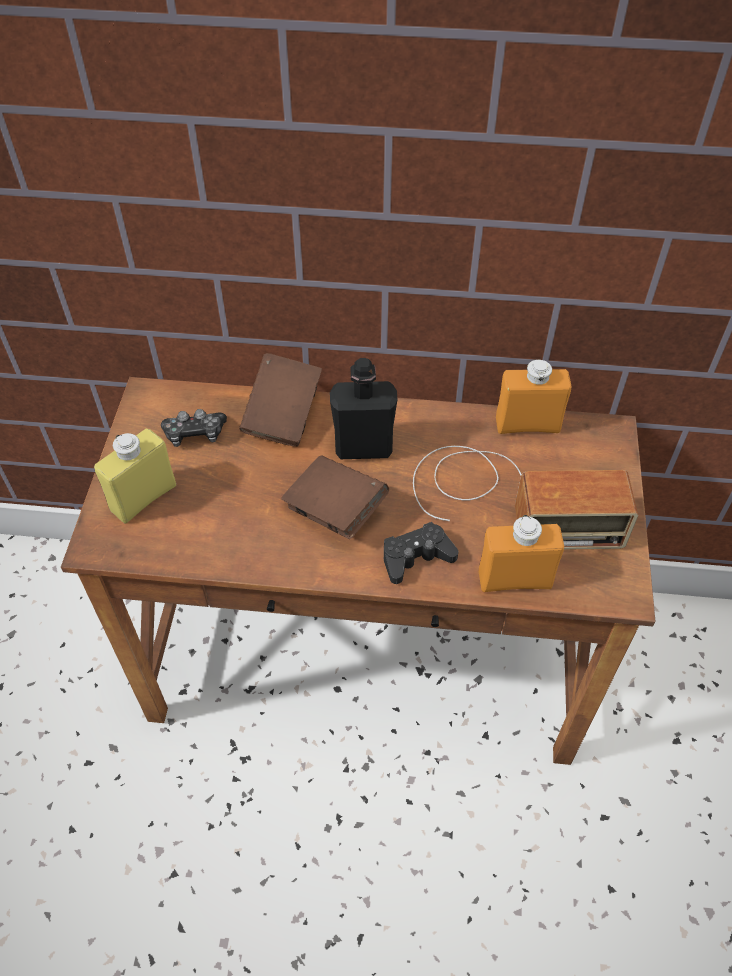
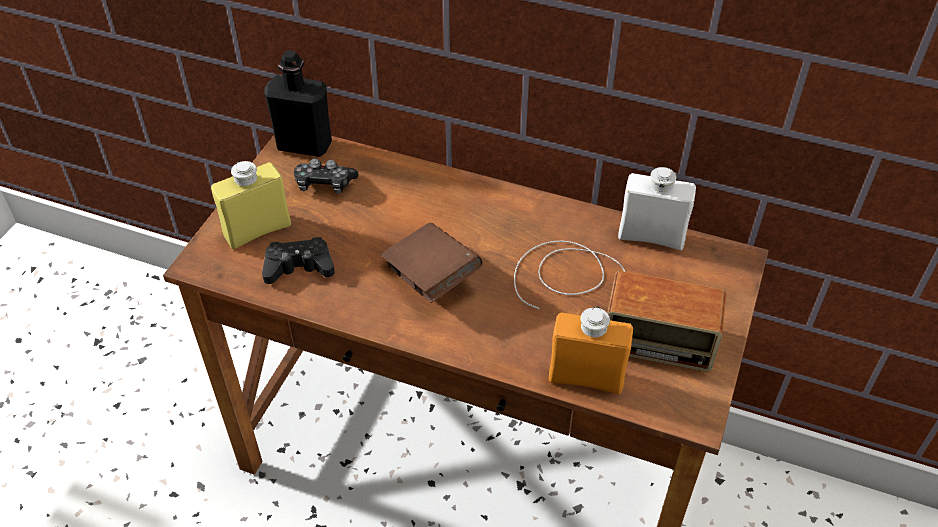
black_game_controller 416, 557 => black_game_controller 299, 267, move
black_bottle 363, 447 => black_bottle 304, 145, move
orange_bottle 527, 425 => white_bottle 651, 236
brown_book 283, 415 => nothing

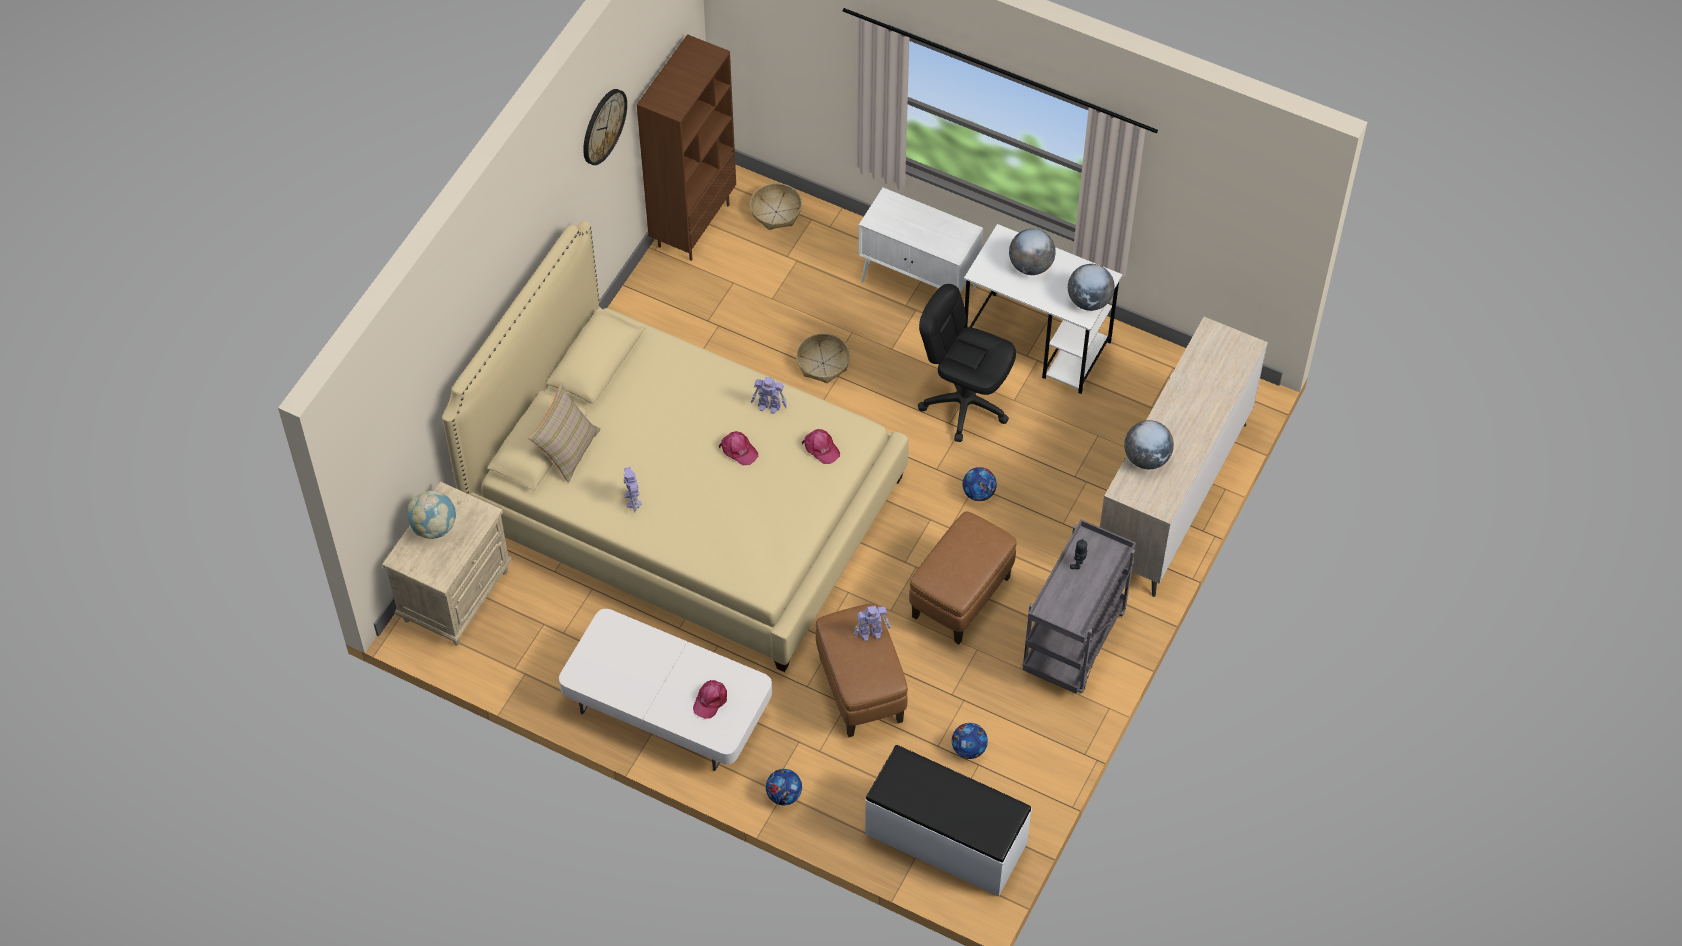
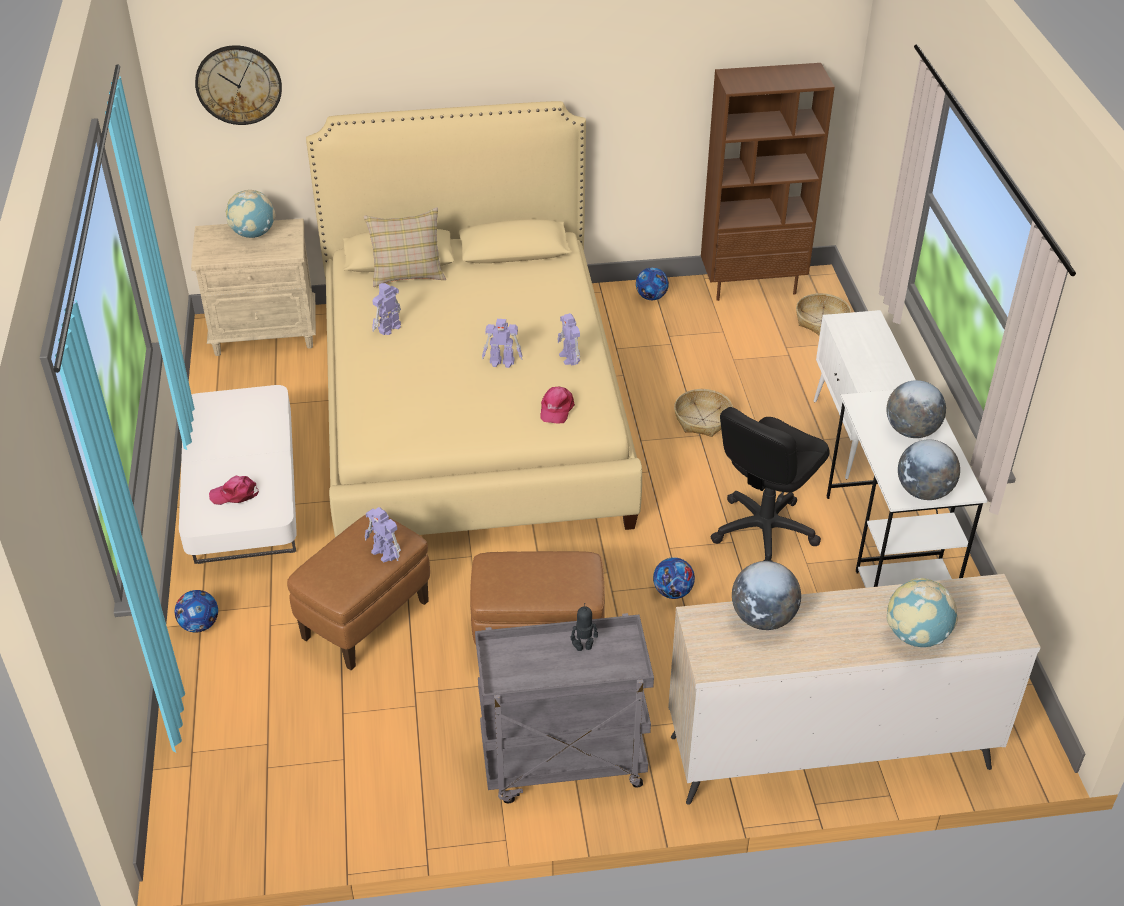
wall_clock 603, 126 => wall_clock 238, 84, move
pink_cap 738, 450 => toy_robot 502, 362
football 969, 749 => football 651, 297, move
black_office_chair 965, 403 => black_office_chair 763, 531, 135 degrees counterclockwise
nothing => globe 916, 635
white_bench 945, 839 => nothing

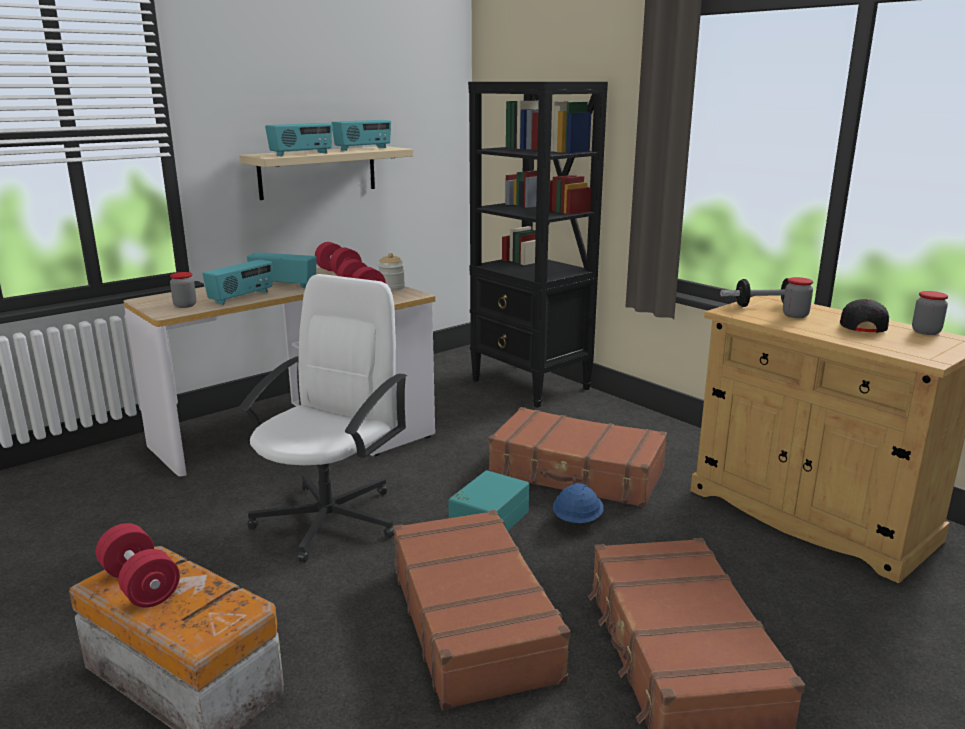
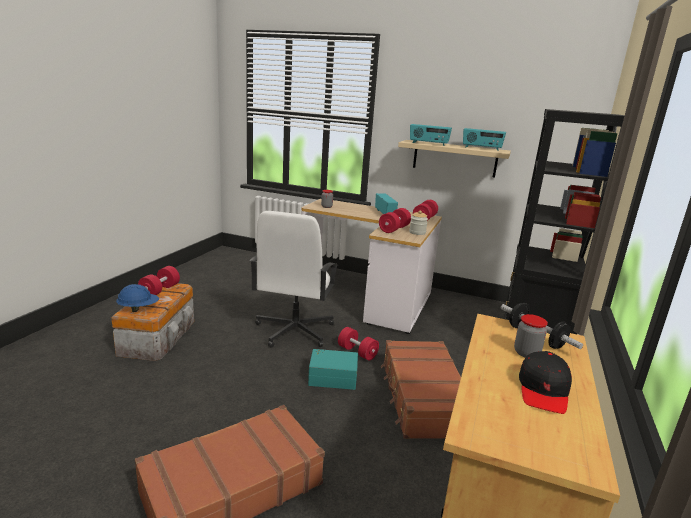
blue_hard_hat 577, 521 => blue_hard_hat 138, 309, move
white_office_chair 330, 519 => white_office_chair 294, 331, 105 degrees clockwise
nothing => red_dumbbell 357, 352
black_cap 861, 326 => black_cap 543, 390, 120 degrees clockwise
radio 242, 297 => nothing
brown_suitcase 474, 620 => nothing
jar 926, 332 => nothing

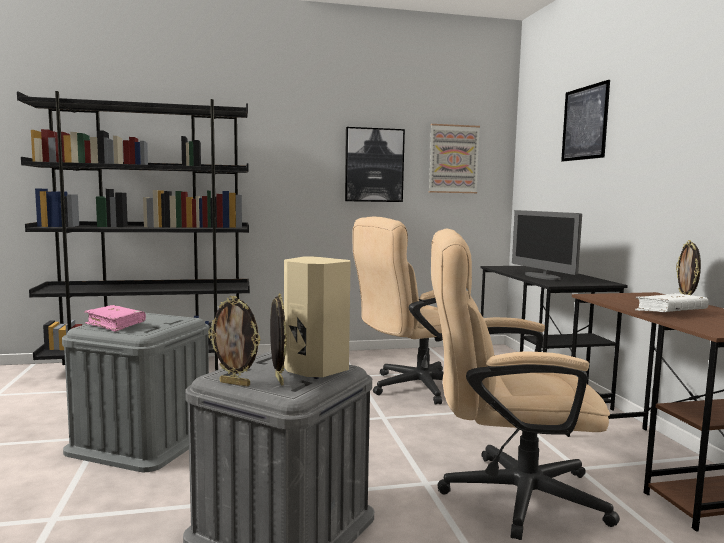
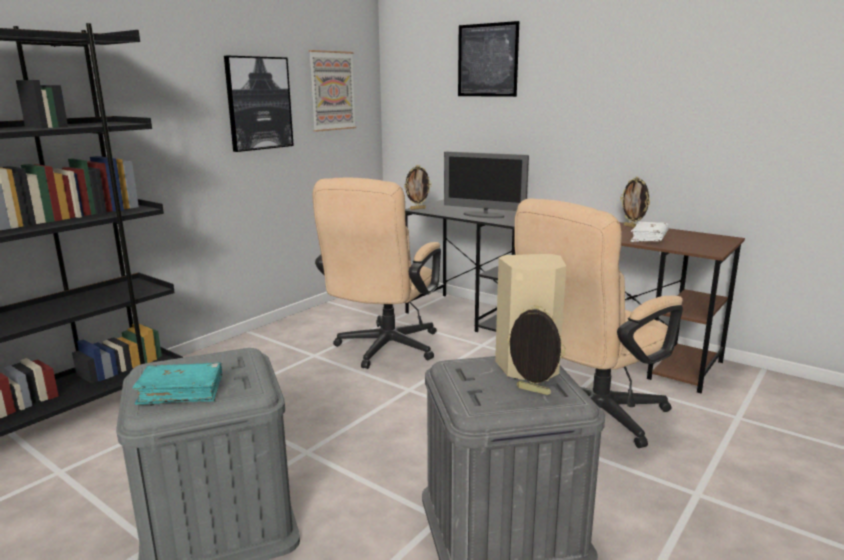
pink_book 115, 324 => turquoise_book 181, 392
picture_frame 235, 383 => picture_frame 417, 208, move

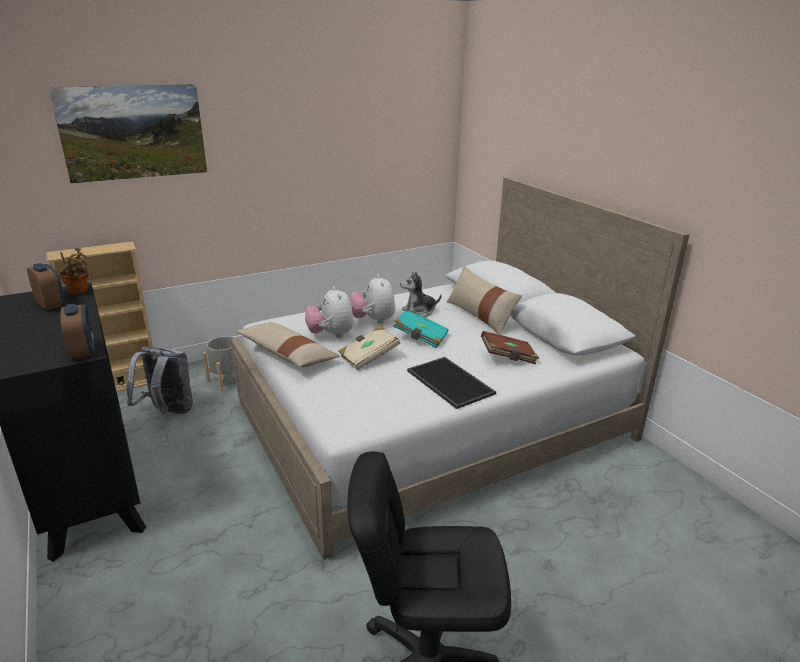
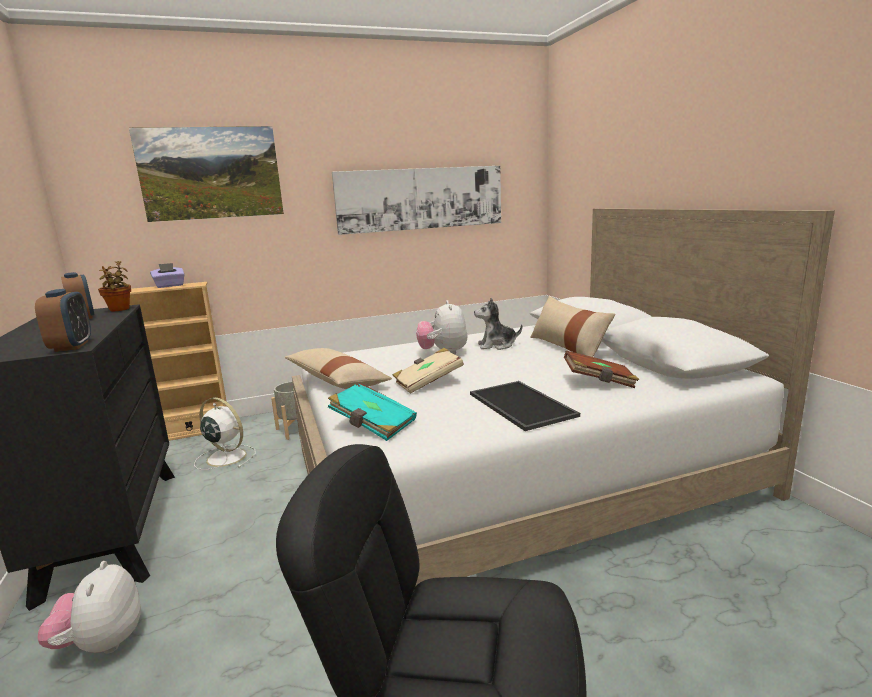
plush_toy 331, 335 => plush_toy 102, 643, move
nothing => purple_tissue_box 170, 286
grey_backpack 167, 412 => white_fan 225, 457
turquoise_book 420, 338 => turquoise_book 373, 425, move
nothing => picture 421, 199

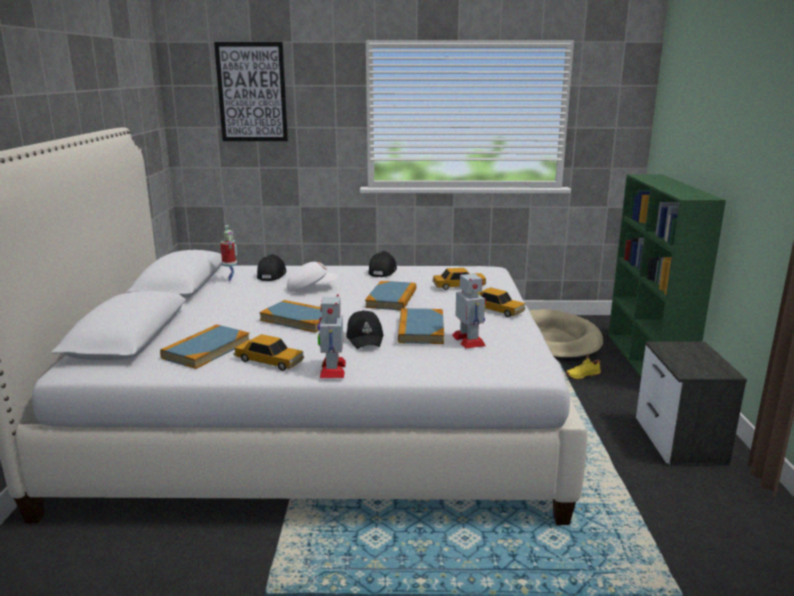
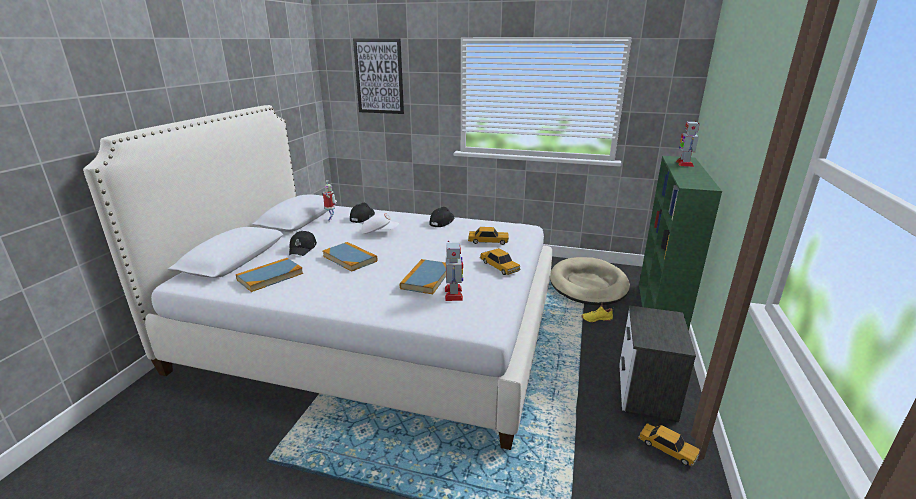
black_cap 365, 338 => black_cap 303, 248, move
toy_car 269, 361 => toy_car 667, 448, move
toy_robot 332, 369 => toy_robot 684, 164, move
book 391, 298 => nothing

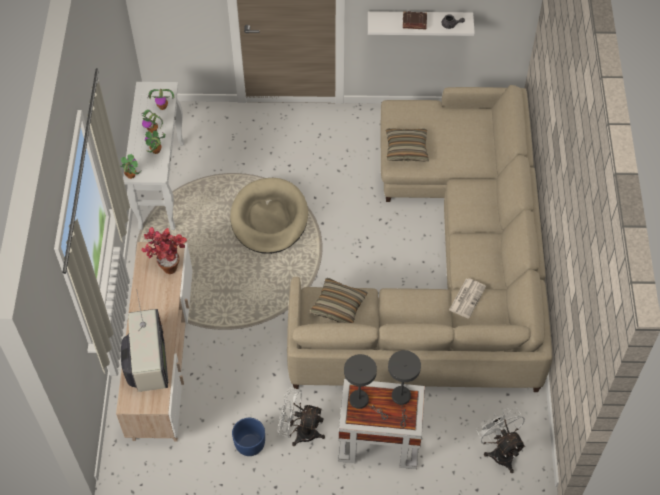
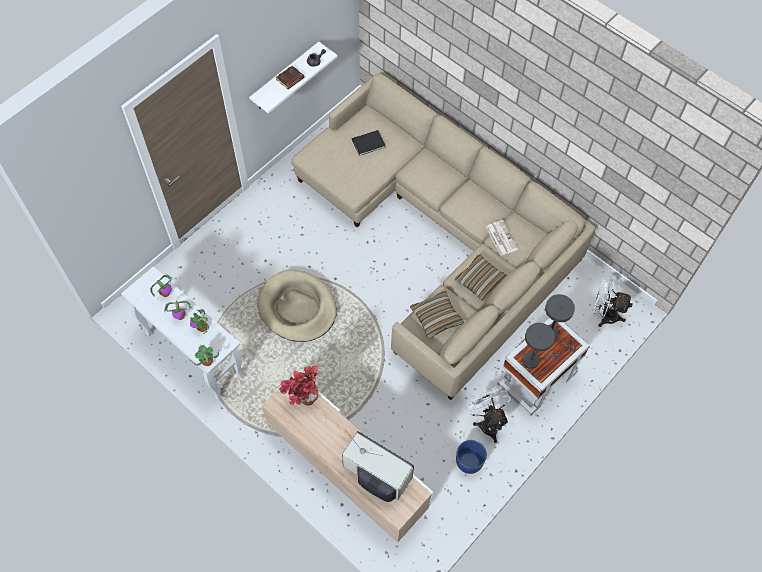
nothing => black_book 369, 144
pillow 406, 149 => pillow 481, 281, move
white_fan 300, 431 => white_fan 487, 422, 105 degrees clockwise

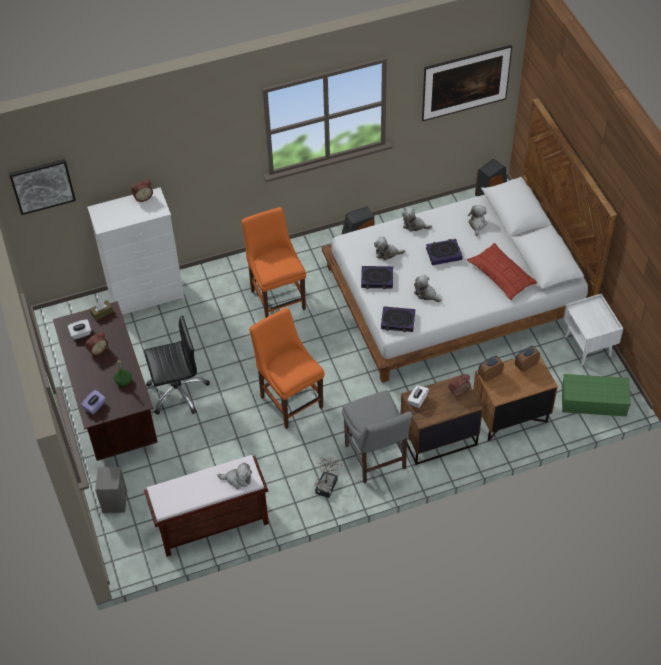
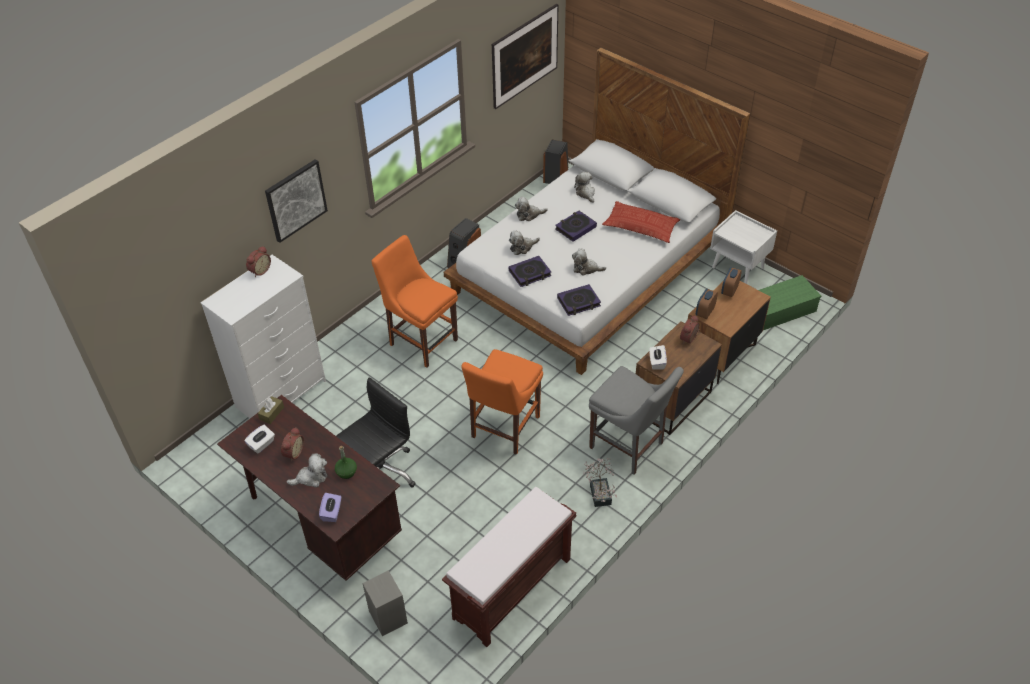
picture 42, 185 => picture 295, 200, move
plush_toy 237, 479 => plush_toy 311, 477, move
orange_chair 290, 399 => orange_chair 503, 429, 90 degrees counterclockwise

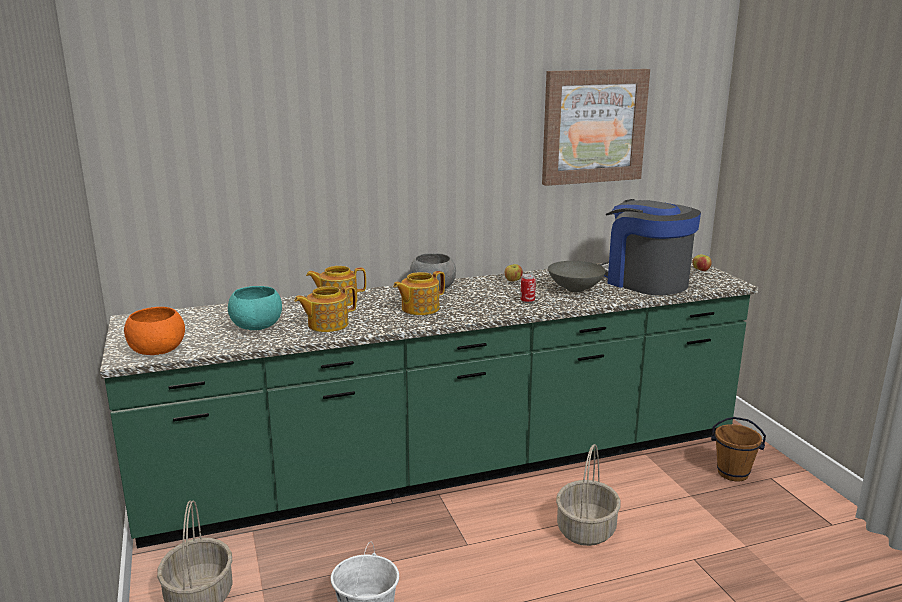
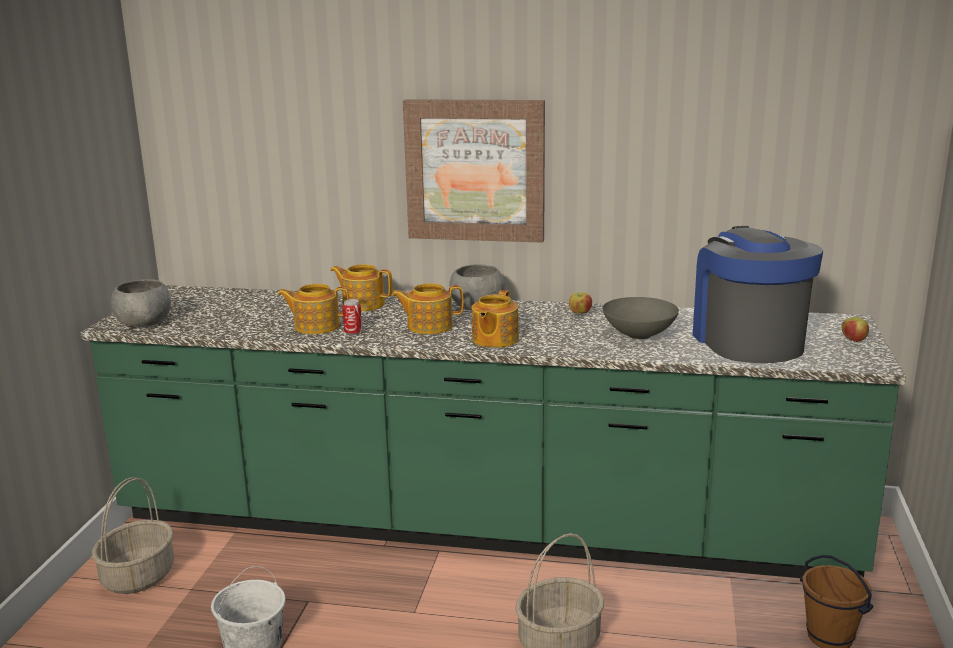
orange_bowl 157, 351 => grey_bowl 143, 323
can 527, 301 => can 353, 333, move
picture 593, 126 => picture 475, 170, move
nothing => teapot 494, 339
turquoise_bowl 256, 326 => nothing

